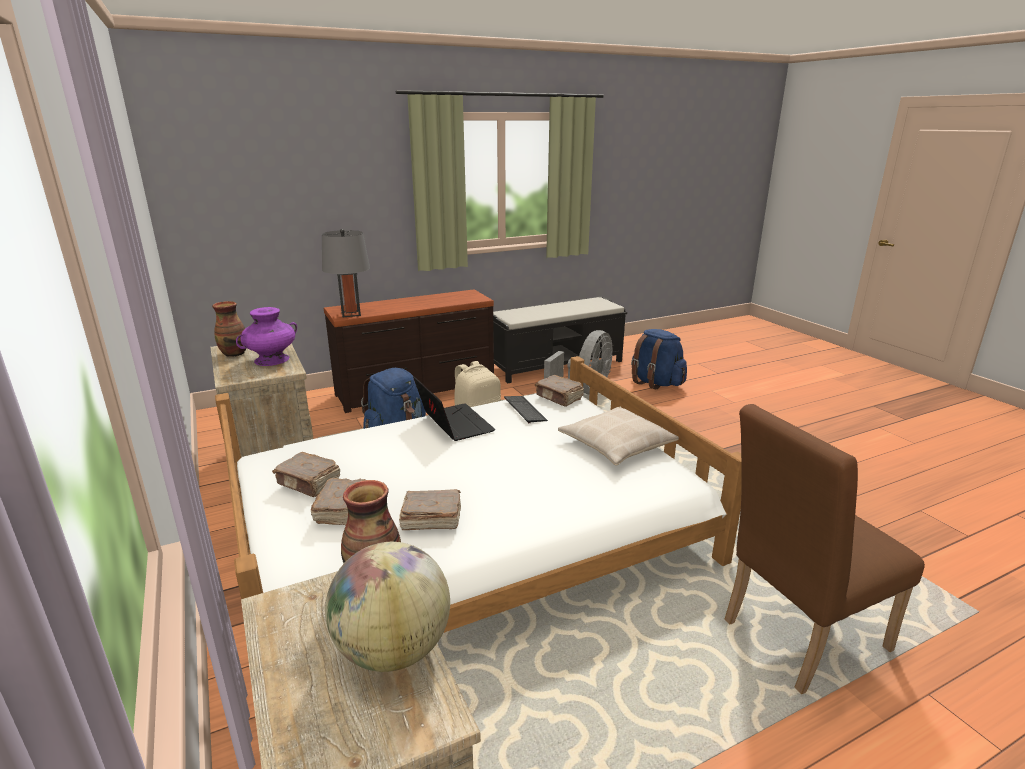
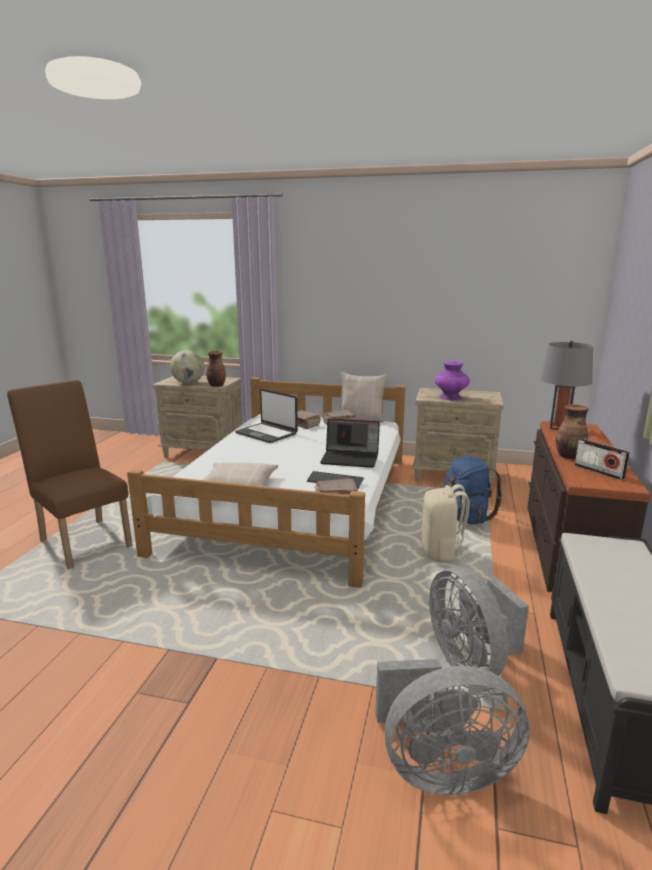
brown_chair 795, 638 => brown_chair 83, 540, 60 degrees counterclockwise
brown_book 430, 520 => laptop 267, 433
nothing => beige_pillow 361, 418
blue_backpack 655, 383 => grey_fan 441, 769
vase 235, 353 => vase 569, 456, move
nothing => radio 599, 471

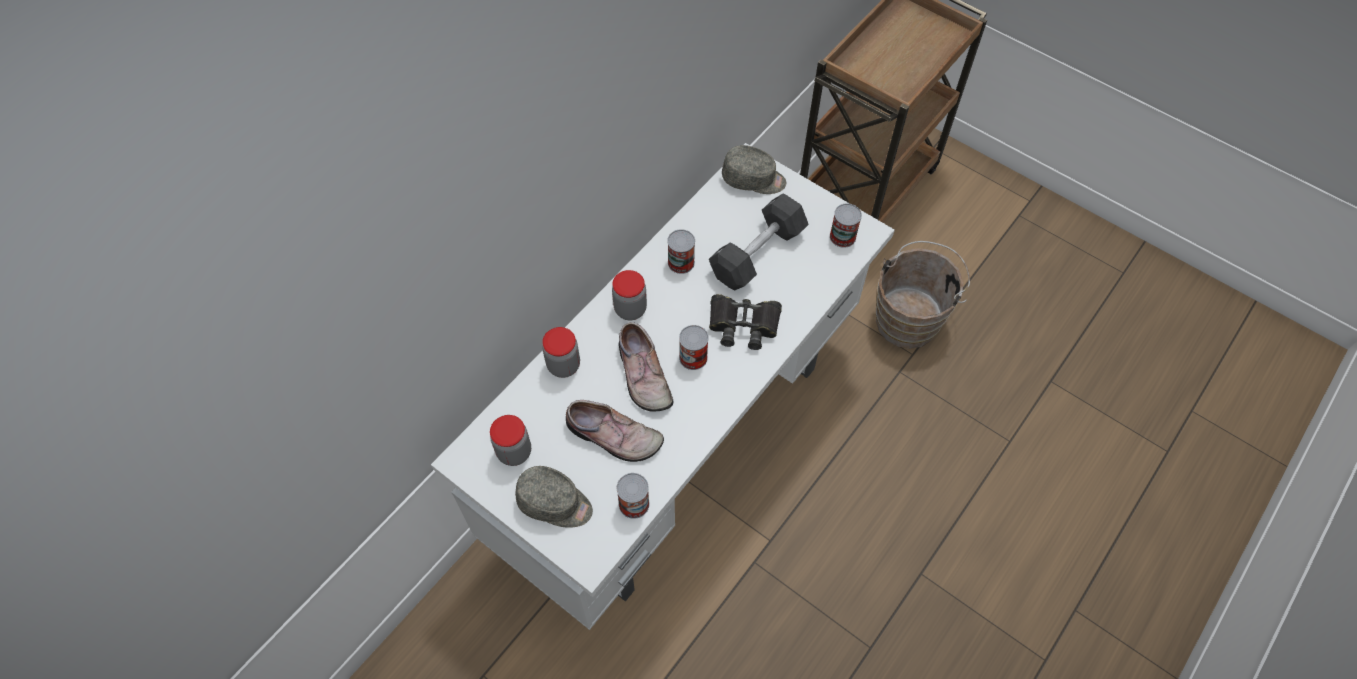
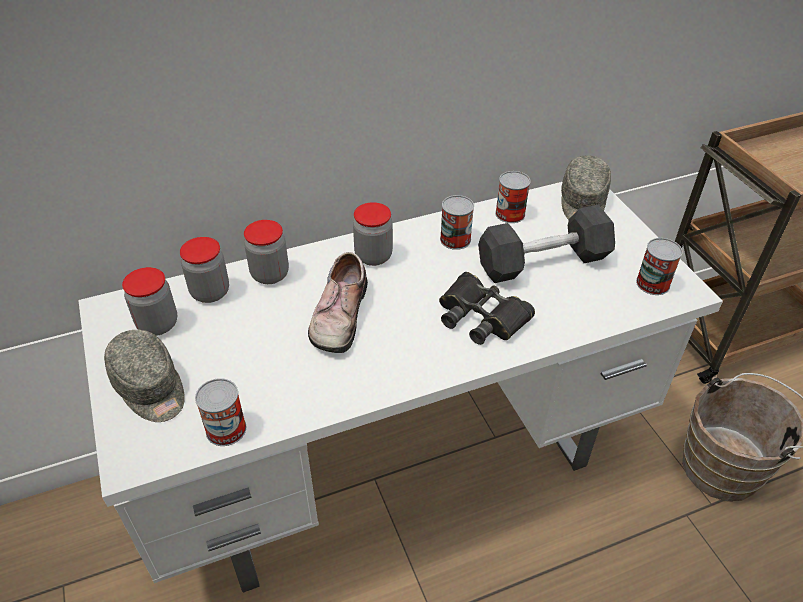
nothing => jar 210, 292
can 693, 357 => can 510, 214, move
grey_cap 753, 179 => grey_cap 582, 203, 60 degrees clockwise
shoe 613, 437 => nothing

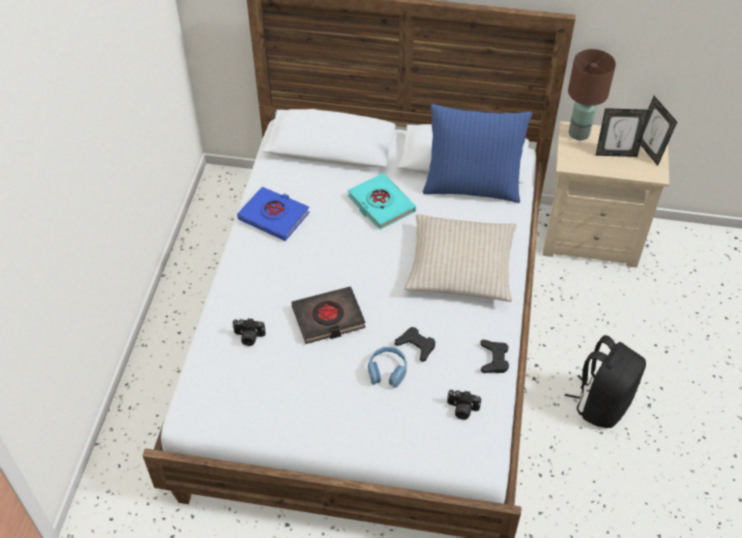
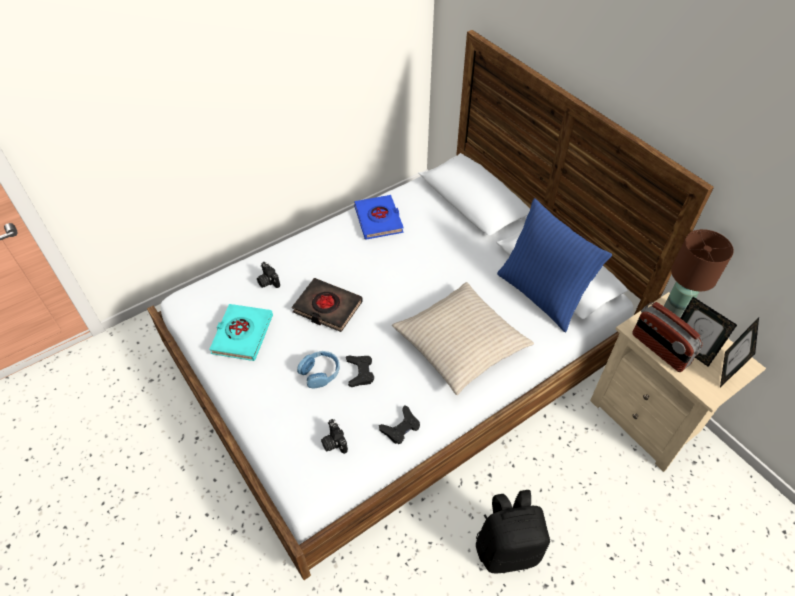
turquoise_book 381, 204 => turquoise_book 242, 335, move
nothing => radio 659, 349

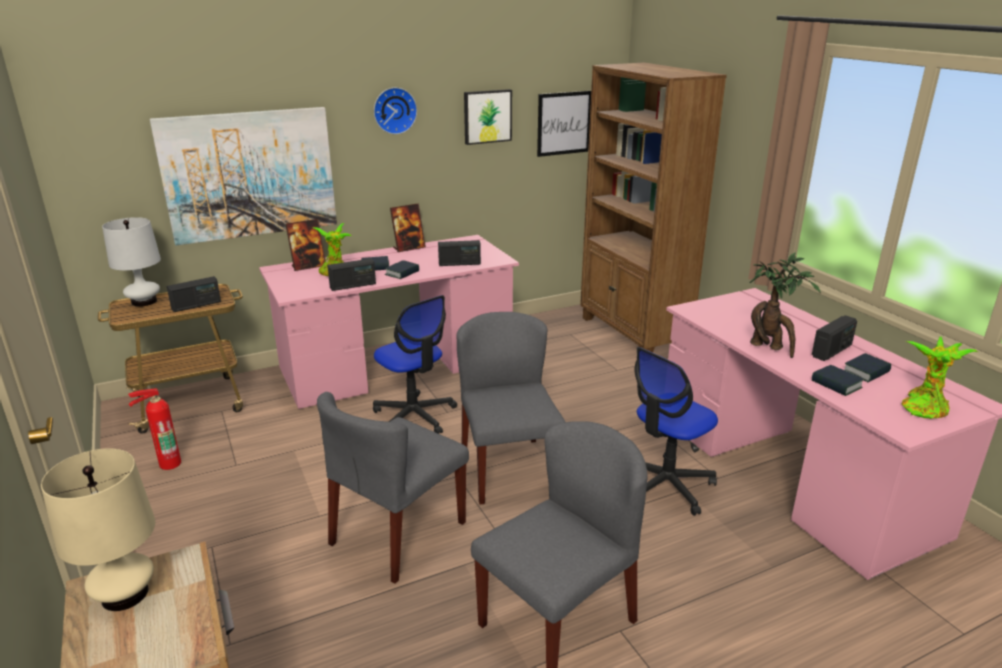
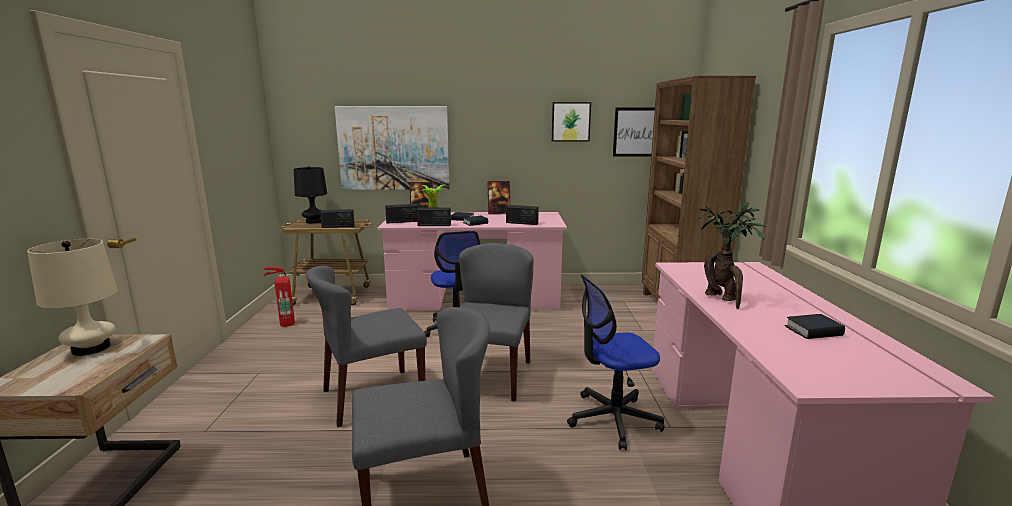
white_table_lamp 144, 301 => black_table_lamp 314, 221
radio 832, 351 => radio 402, 221, move
wall_clock 394, 110 => nothing
book 836, 384 => nothing
potted_plant 924, 407 => nothing

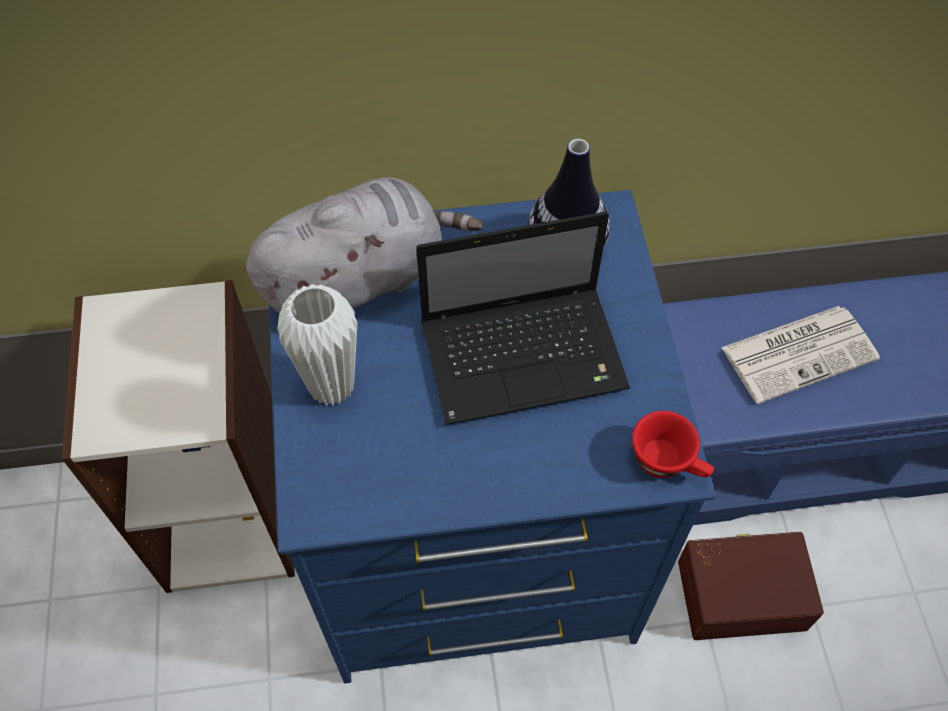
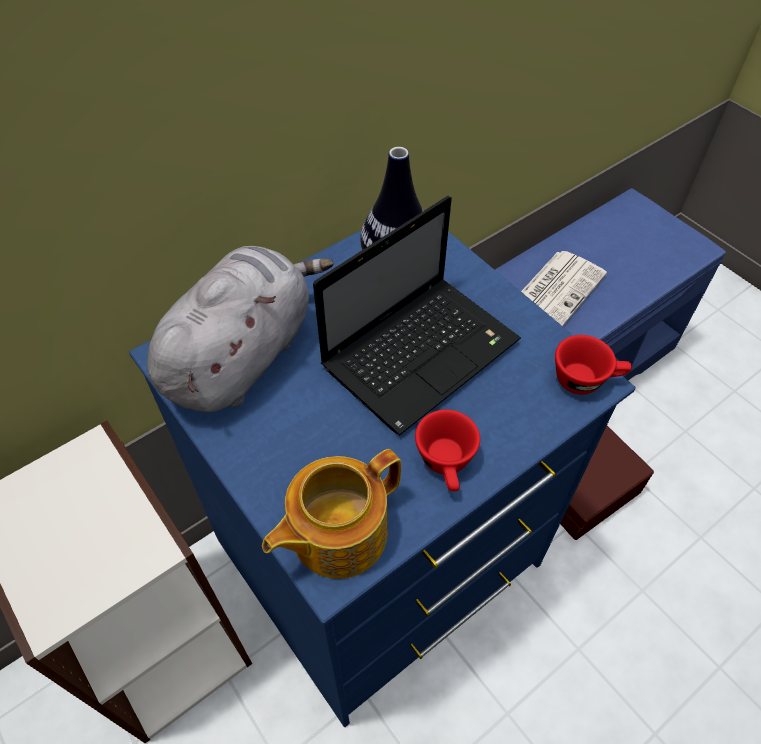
nothing => teapot 336, 533
nothing => red_cup 447, 465
white_vase 331, 386 => nothing

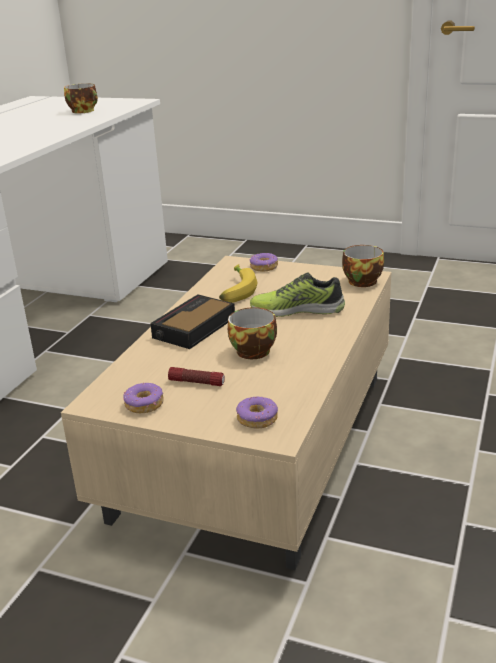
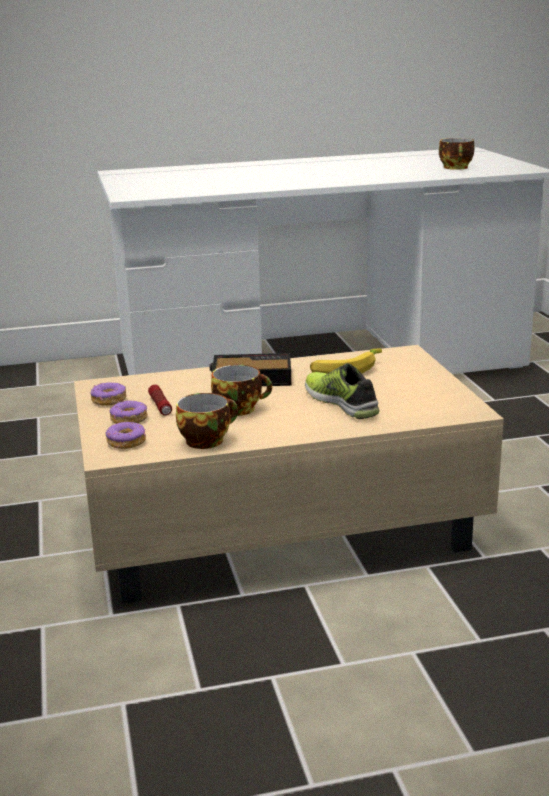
donut 264, 267 => donut 128, 419, move
cup 361, 280 => cup 206, 440, move

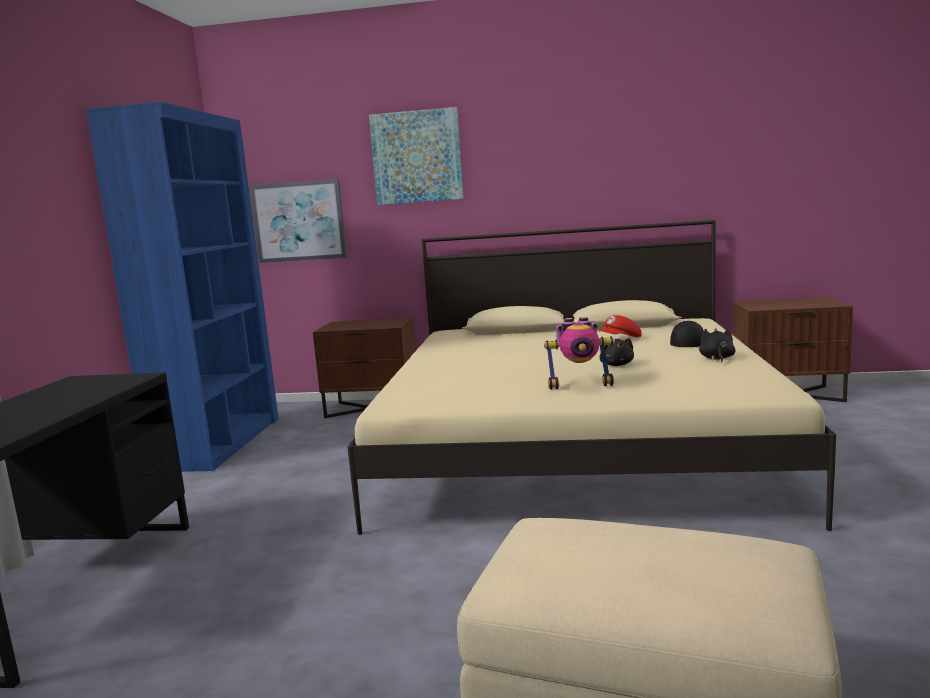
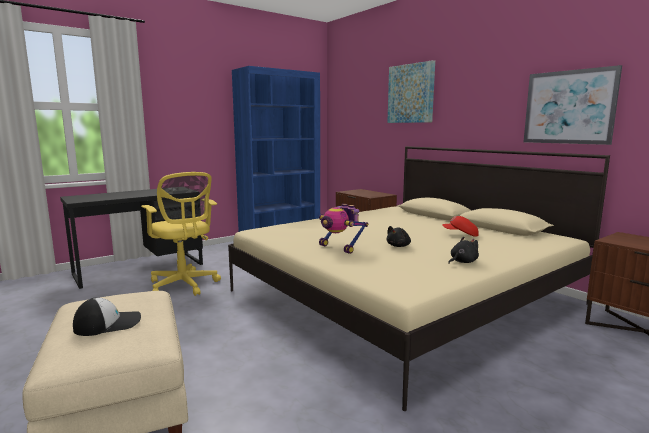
cap 687, 342 => cap 108, 323, move
nothing => yellow_office_chair 184, 285
picture 298, 221 => picture 569, 107, move

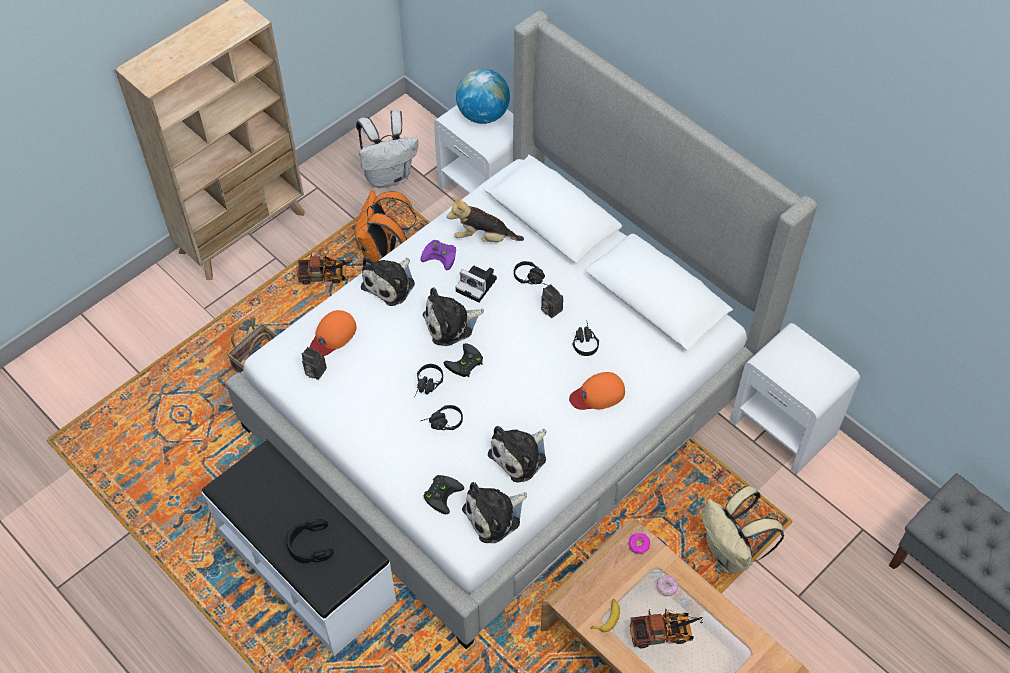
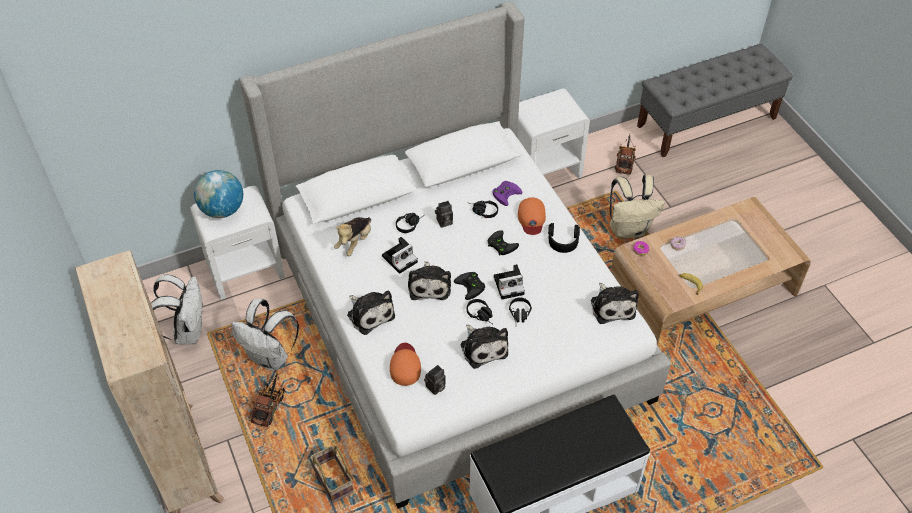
orange_backpack 383, 254 => white_backpack 270, 357
orange_cap 333, 335 => orange_cap 405, 365, 150 degrees counterclockwise
plush_toy 520, 455 => plush_toy 483, 347, move
black_game_controller 442, 493 => black_game_controller 500, 245, move
purple_game_controller 441, 255 => purple_game_controller 506, 193, move
nothing => photo_camera 510, 285
black_headphones 310, 545 => black_headphones 563, 240, move
toy_truck 665, 633 => toy_truck 625, 160, move

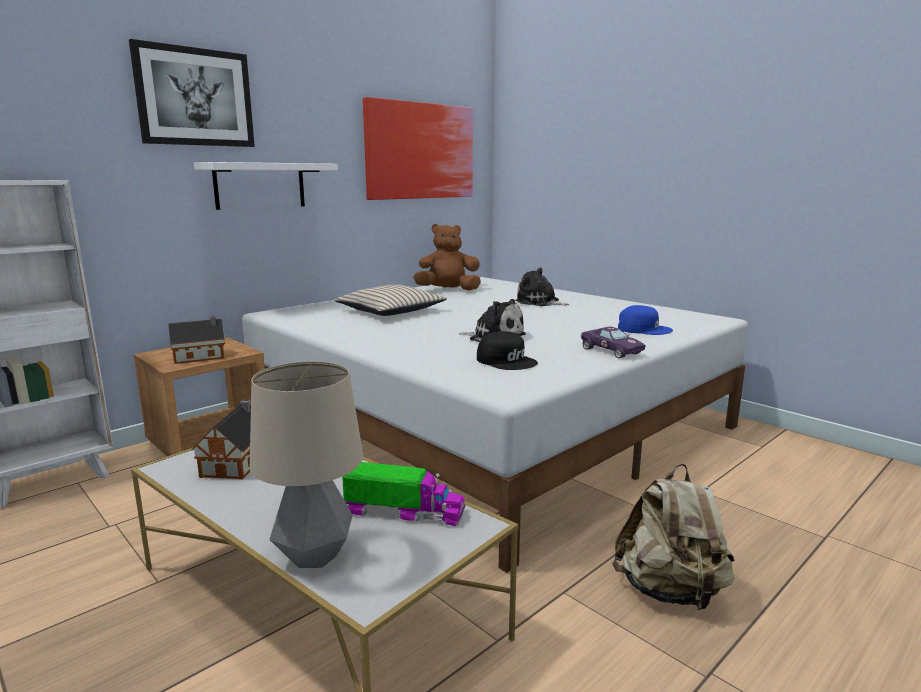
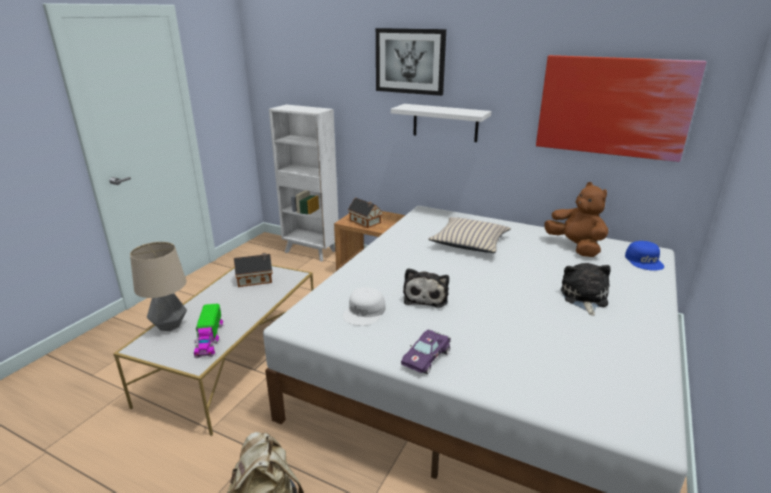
black_cap 507, 361 => white_cap 365, 312
blue_cap 643, 329 => blue_cap 644, 261, move

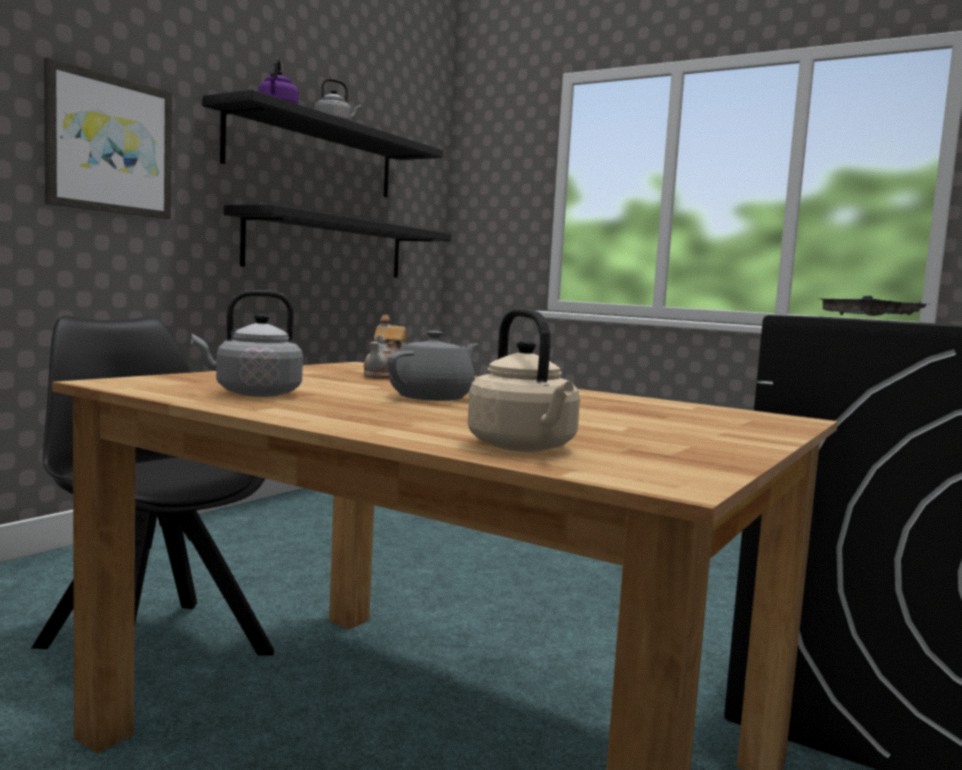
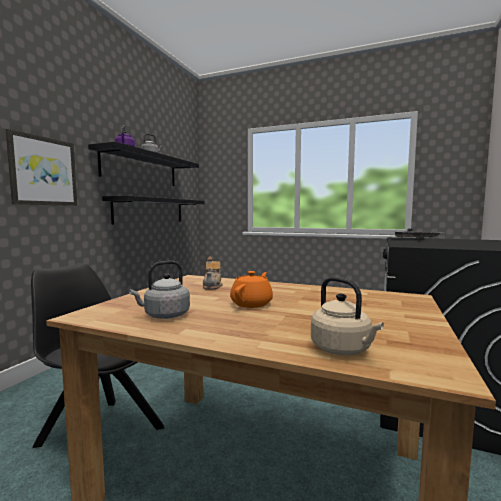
grey_teapot 433, 397 => orange_teapot 252, 303

